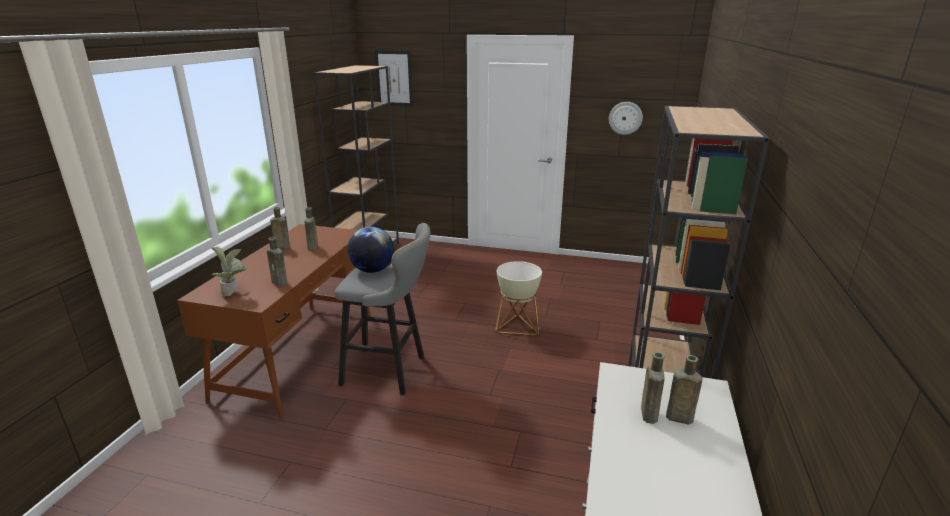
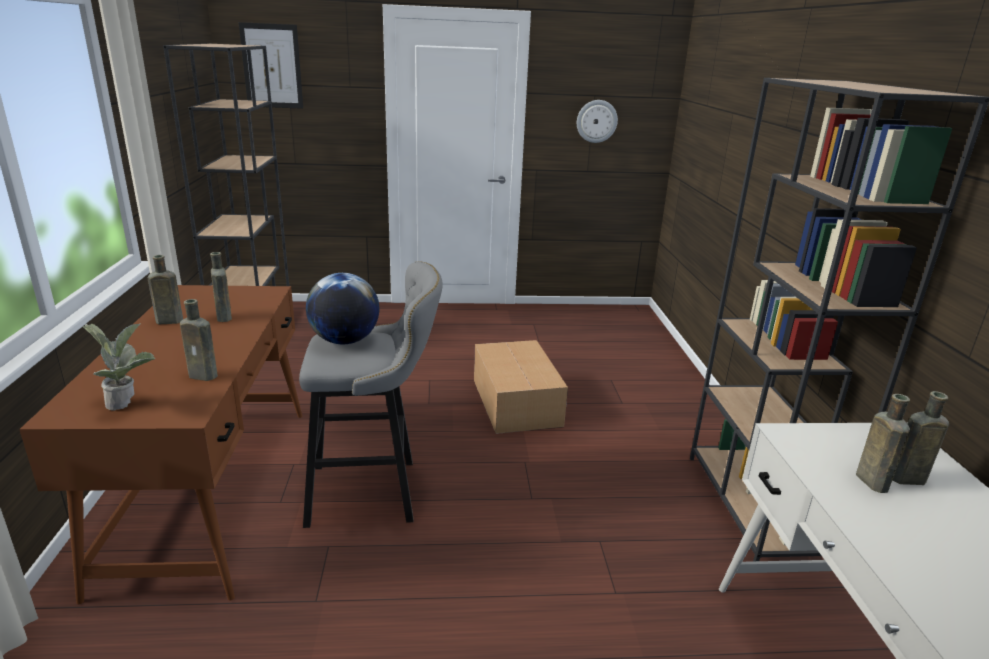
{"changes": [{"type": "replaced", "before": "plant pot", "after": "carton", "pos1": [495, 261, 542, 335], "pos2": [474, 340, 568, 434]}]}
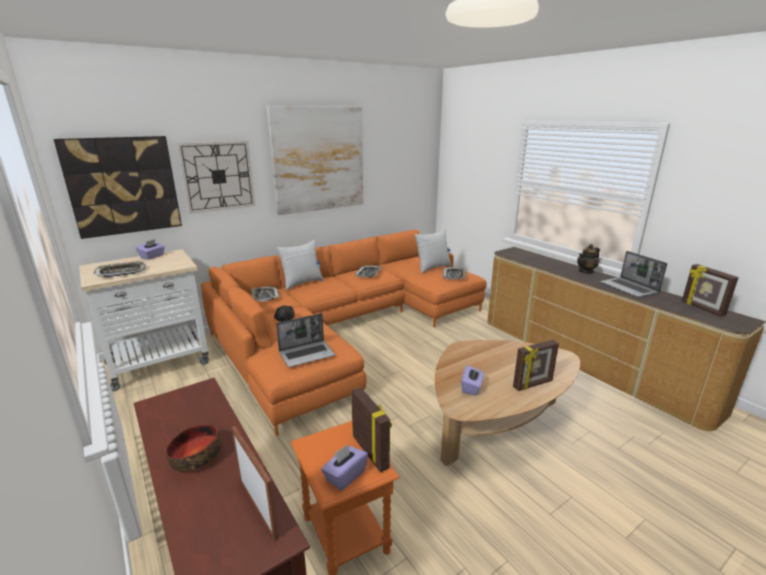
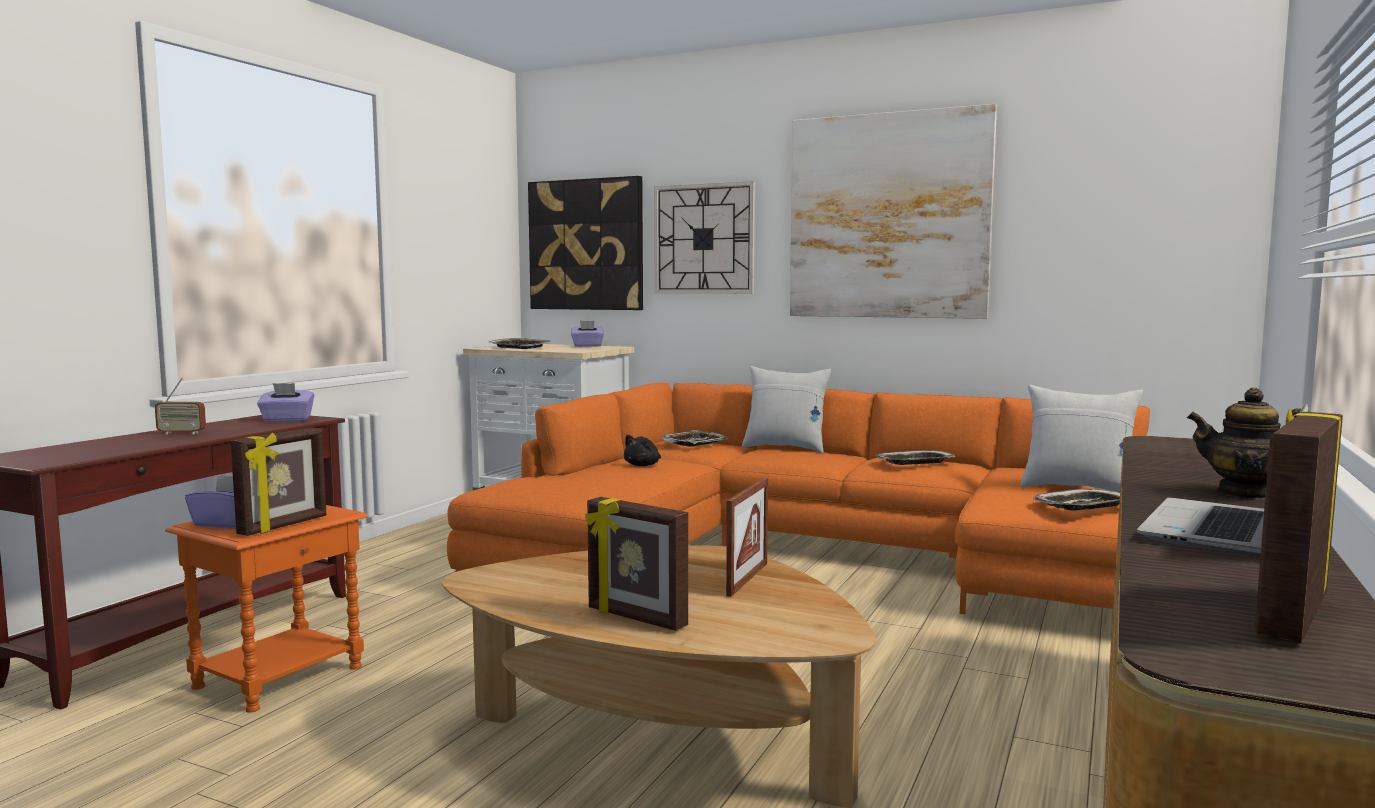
{"changes": [{"type": "removed", "before": "notebook computer", "pos1": [276, 313, 335, 367]}, {"type": "moved", "before": "purple tissue box", "pos1": [461, 365, 484, 395], "pos2": [257, 383, 314, 422]}, {"type": "replaced", "before": "serving bowl", "after": "radio receiver", "pos1": [166, 424, 222, 472], "pos2": [155, 378, 206, 435]}, {"type": "moved", "before": "photo frame", "pos1": [231, 426, 279, 541], "pos2": [726, 478, 768, 597]}]}
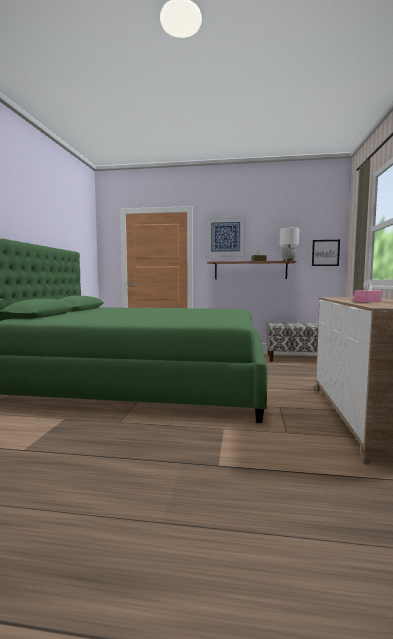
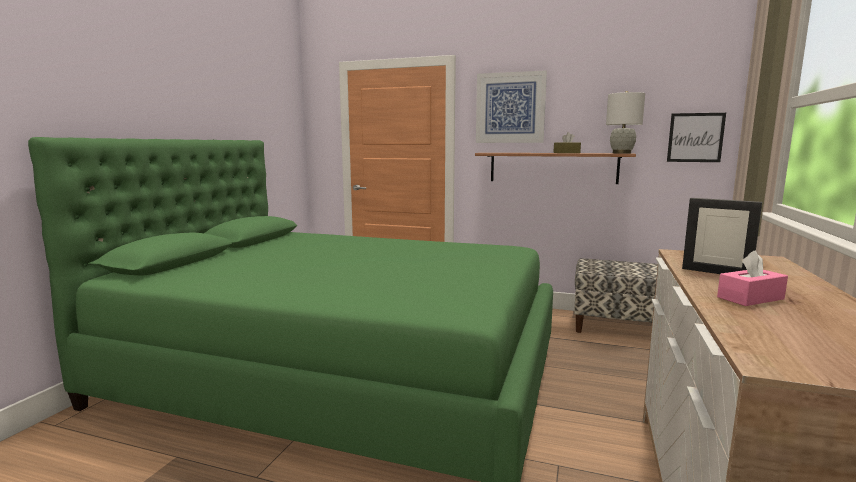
{"changes": [{"type": "added", "after": "photo frame", "pos2": [682, 198, 762, 274]}]}
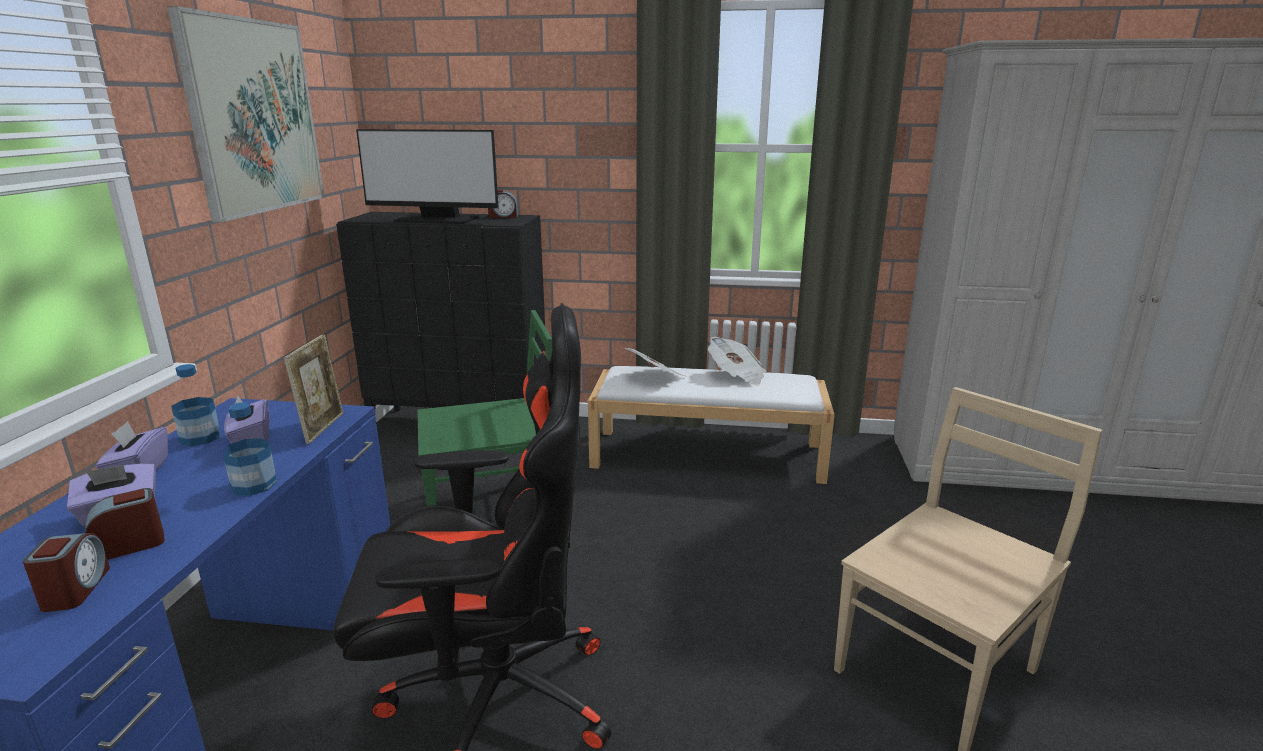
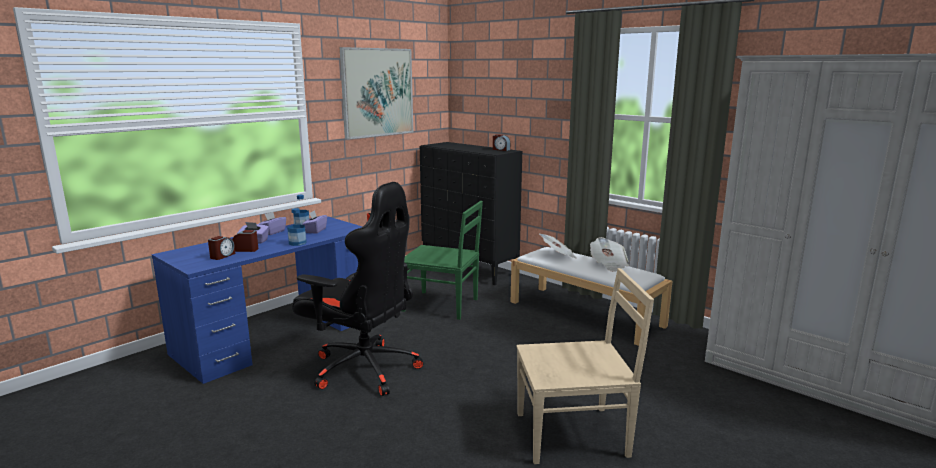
{"changes": [{"type": "removed", "before": "monitor", "pos1": [356, 129, 499, 224]}, {"type": "removed", "before": "photo frame", "pos1": [284, 334, 343, 444]}]}
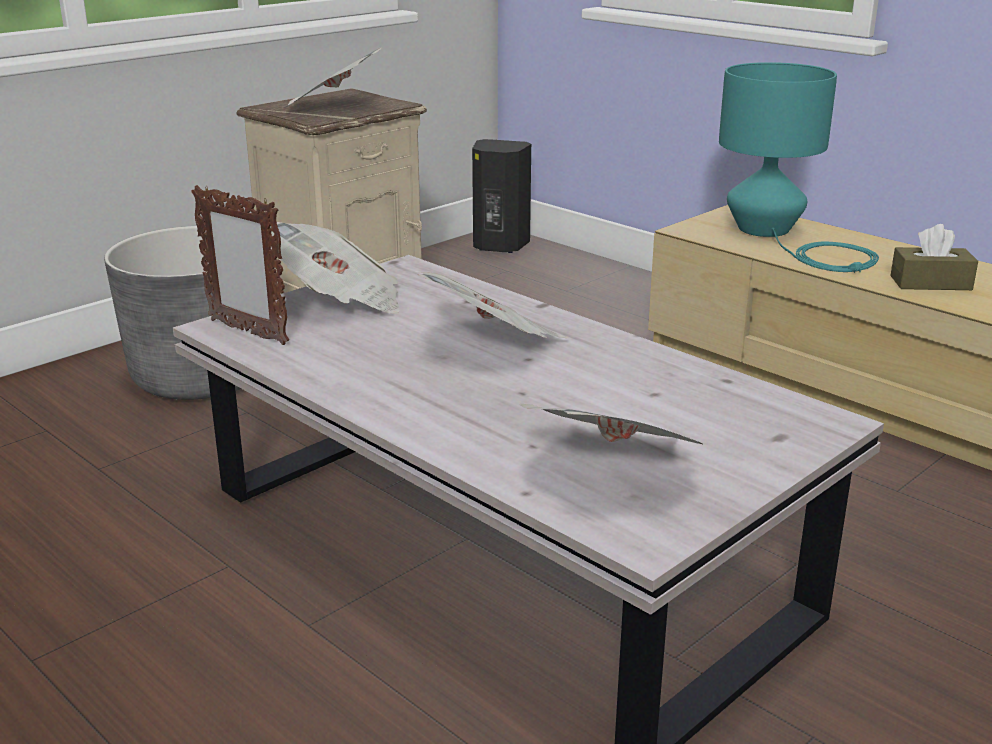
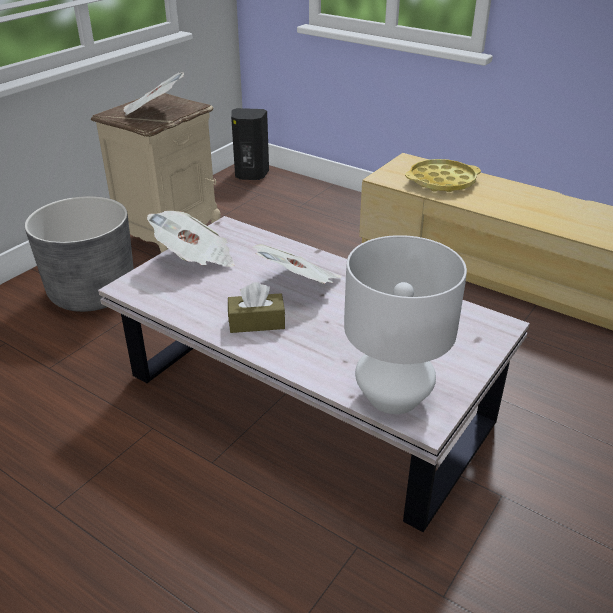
{"changes": [{"type": "replaced", "before": "turquoise tabletop lamp", "after": "yellow-coloured serving tray", "pos1": [719, 62, 879, 273], "pos2": [405, 159, 481, 192]}, {"type": "removed", "before": "photo frame", "pos1": [191, 185, 289, 345]}, {"type": "moved", "before": "brownish tissue box", "pos1": [890, 224, 978, 290], "pos2": [228, 282, 285, 333]}, {"type": "replaced", "before": "newspaper", "after": "white tabletop lamp", "pos1": [520, 404, 702, 444], "pos2": [344, 235, 467, 414]}]}
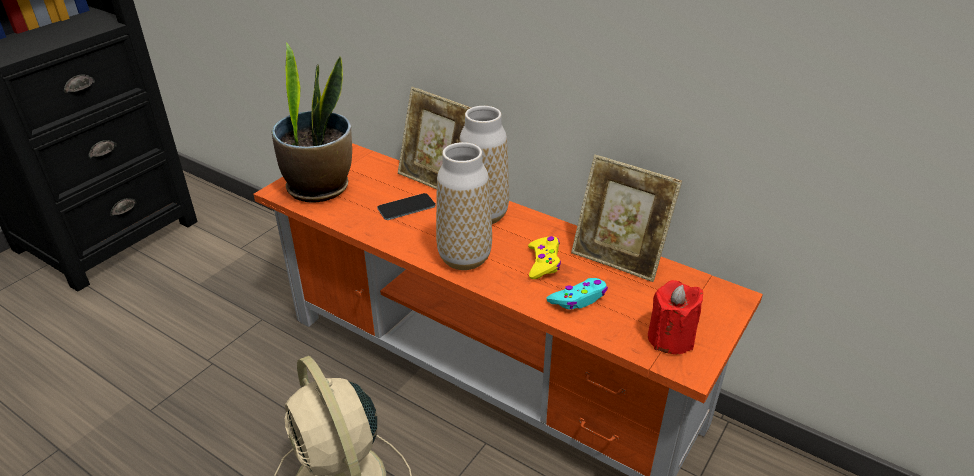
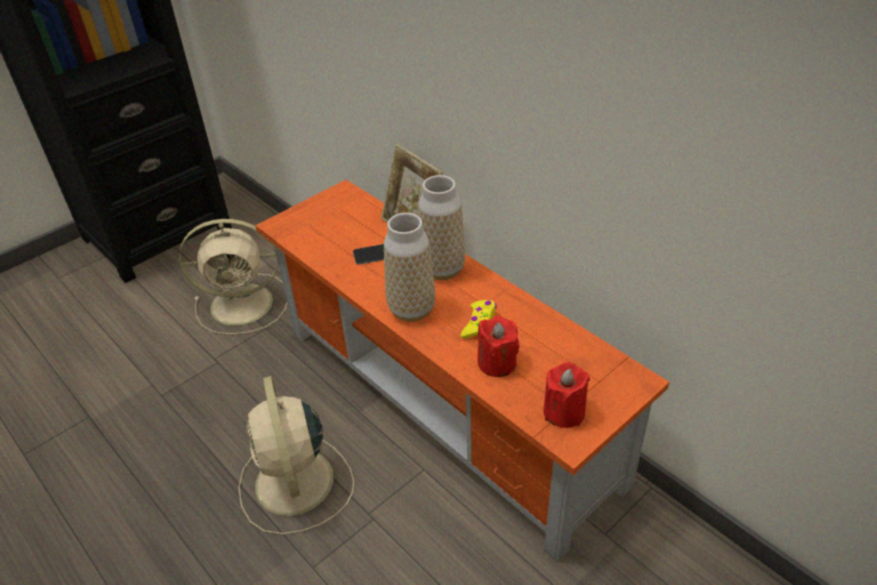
{"changes": [{"type": "removed", "before": "plant in a pot", "pos1": [272, 42, 352, 203]}, {"type": "removed", "before": "photo frame", "pos1": [571, 155, 682, 282]}, {"type": "replaced", "before": "turquoise gamepad", "after": "red wax candle", "pos1": [546, 278, 608, 310], "pos2": [478, 316, 519, 377]}, {"type": "added", "after": "sand-coloured cooling fan", "pos2": [179, 219, 287, 335]}]}
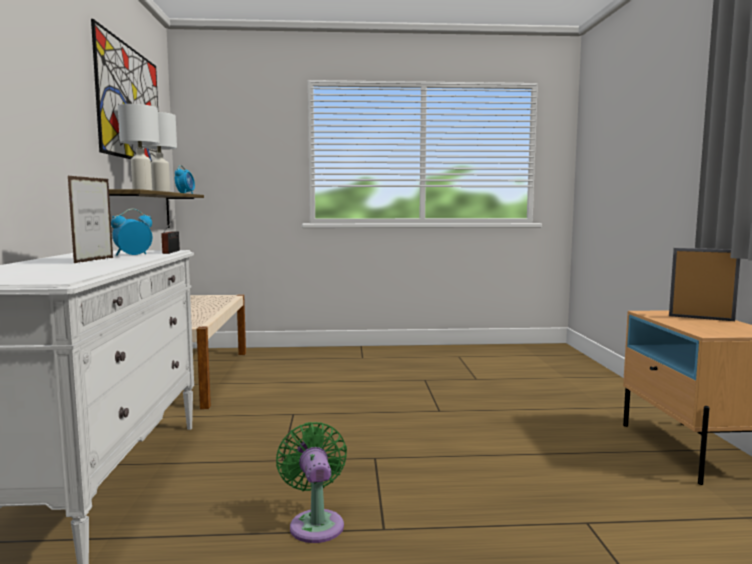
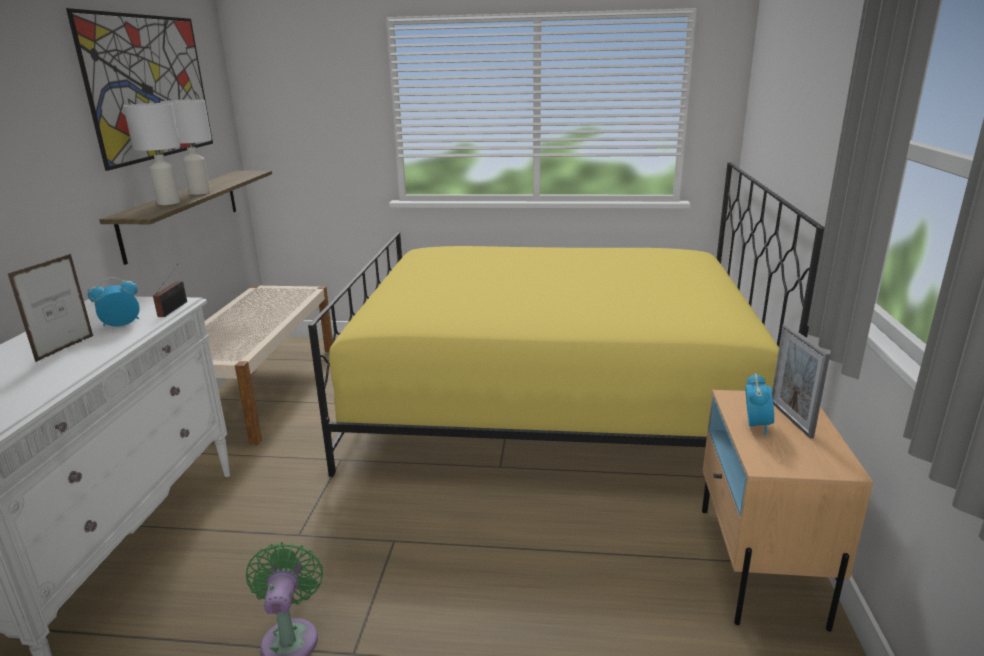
{"changes": [{"type": "moved", "before": "bedside clock", "pos1": [175, 165, 195, 194], "pos2": [745, 373, 774, 435]}, {"type": "turned", "before": "photo frame", "pos1": [669, 248, 740, 321], "pos2": [772, 324, 830, 439], "turn": -135}, {"type": "added", "after": "yellow-coloured sleeping bed", "pos2": [308, 162, 825, 477]}]}
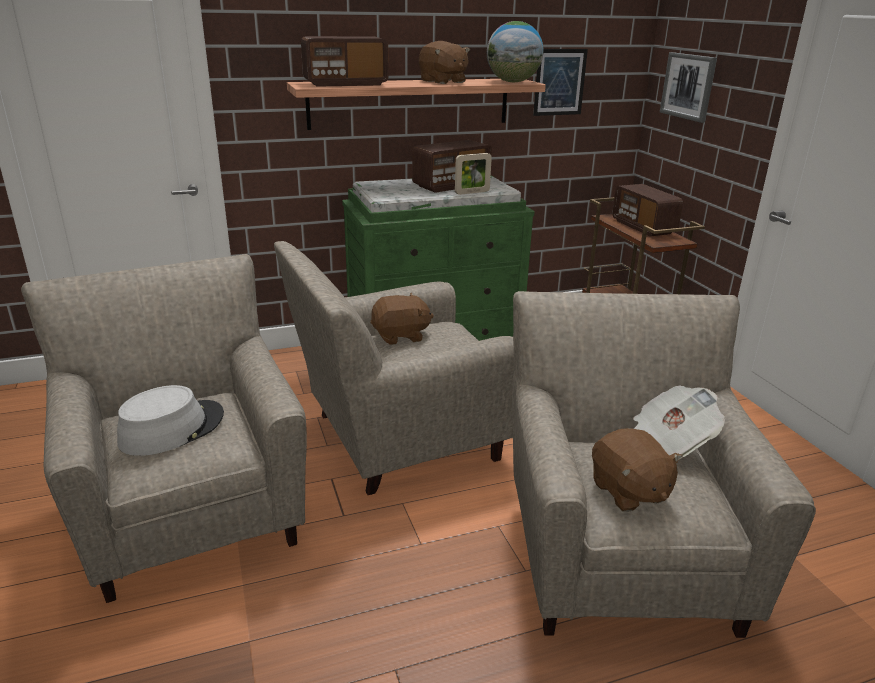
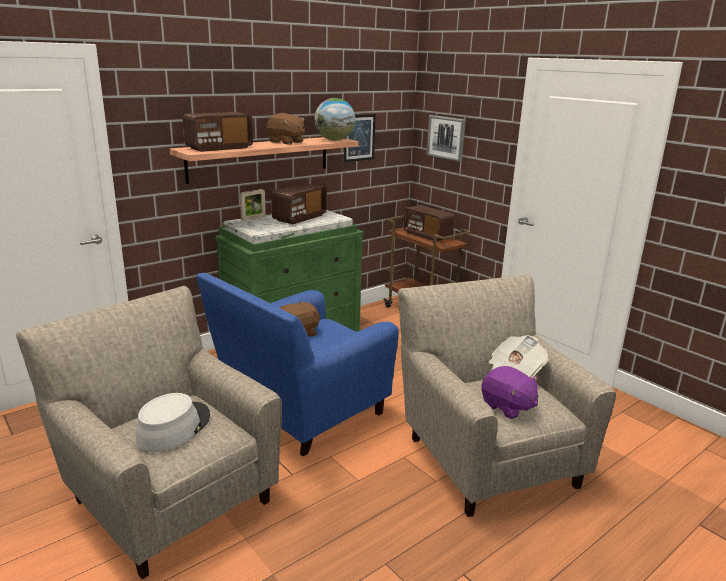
{"changes": [{"type": "moved", "before": "photo frame", "pos1": [455, 153, 492, 195], "pos2": [240, 189, 266, 221]}, {"type": "recoloured", "before": "sand-coloured armchair", "after": "blue-coloured armchair", "pos1": [274, 241, 514, 495], "pos2": [196, 273, 399, 456]}, {"type": "recoloured", "before": "brownish soft toy", "after": "purple soft toy", "pos1": [592, 428, 683, 512], "pos2": [481, 366, 538, 419]}]}
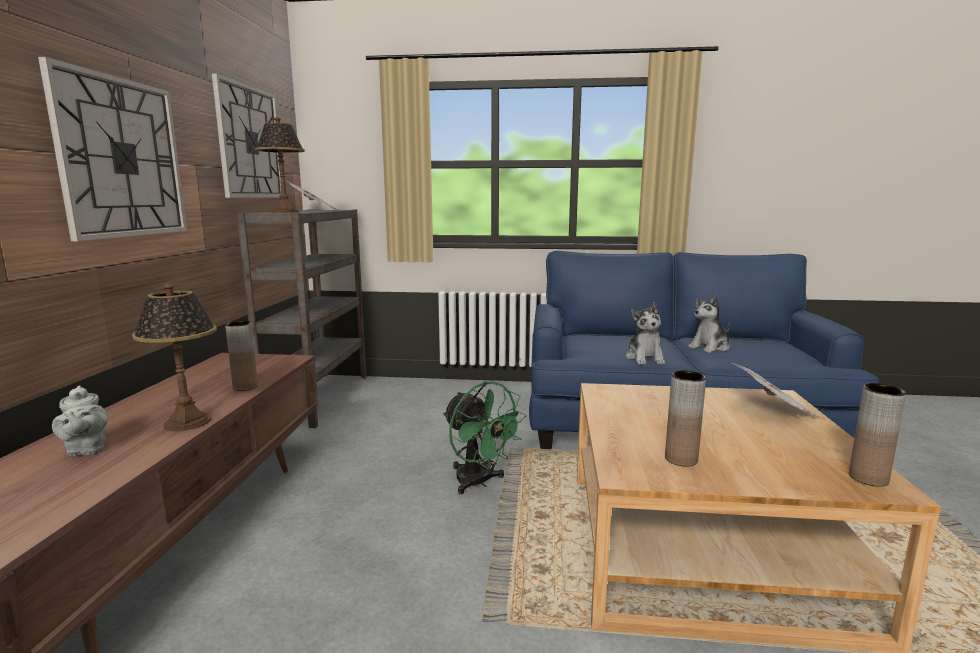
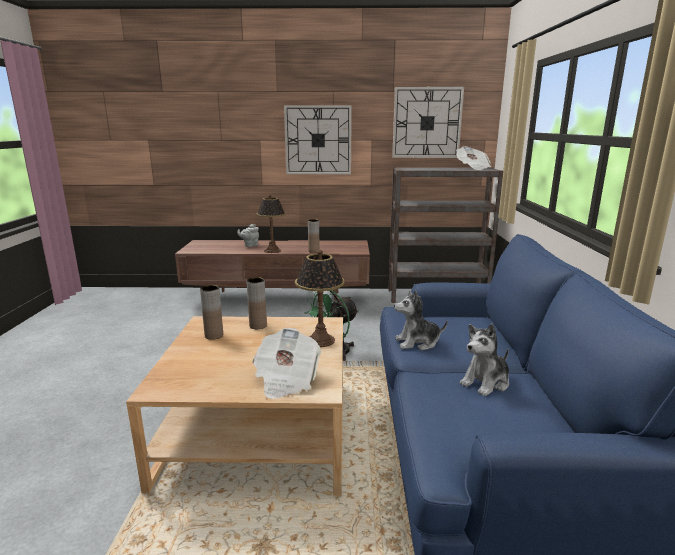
{"changes": [{"type": "moved", "before": "tabletop lamp", "pos1": [255, 117, 305, 213], "pos2": [295, 250, 344, 347]}, {"type": "turned", "before": "soft toy", "pos1": [688, 294, 730, 353], "pos2": [460, 324, 509, 396], "turn": -90}, {"type": "moved", "before": "brownish vase", "pos1": [849, 383, 906, 487], "pos2": [246, 277, 267, 329]}]}
